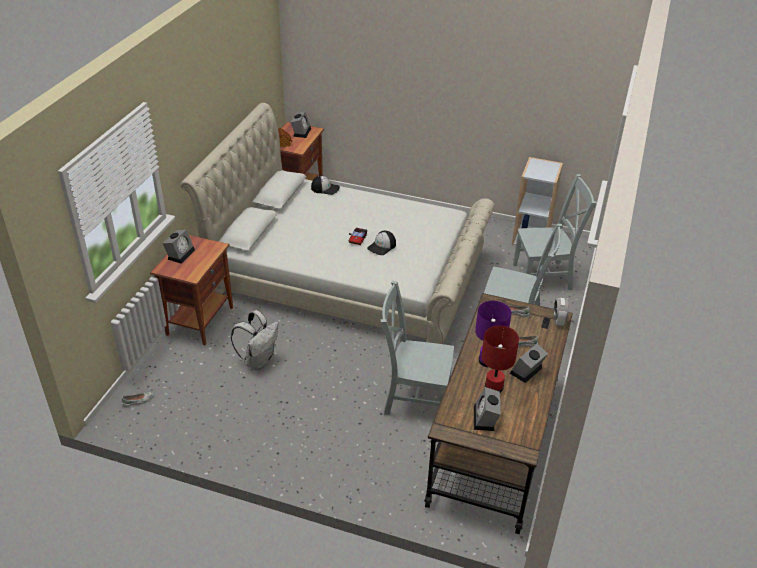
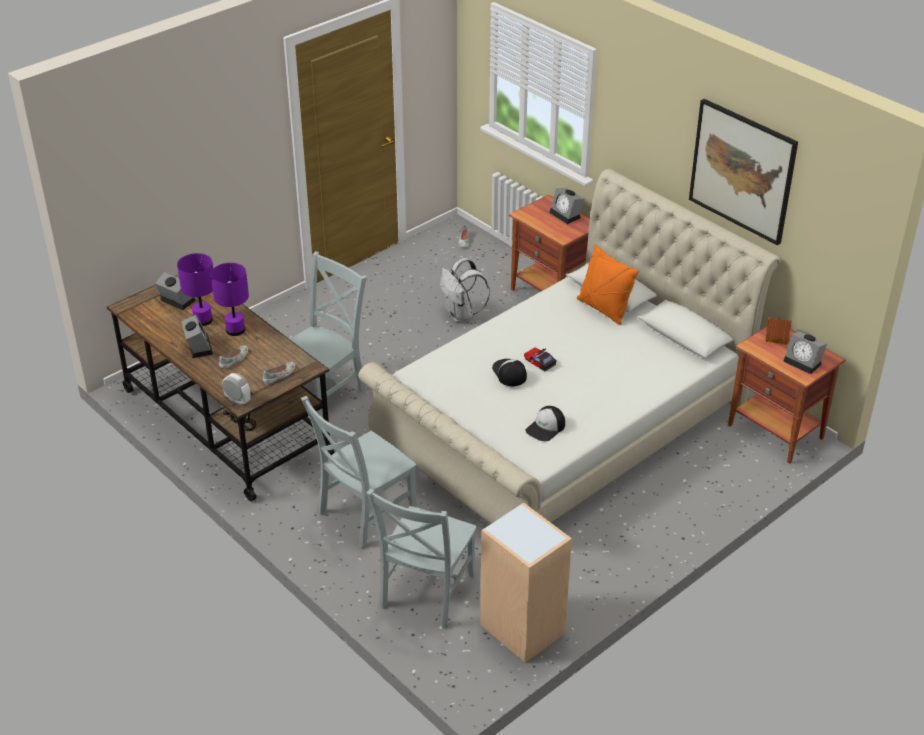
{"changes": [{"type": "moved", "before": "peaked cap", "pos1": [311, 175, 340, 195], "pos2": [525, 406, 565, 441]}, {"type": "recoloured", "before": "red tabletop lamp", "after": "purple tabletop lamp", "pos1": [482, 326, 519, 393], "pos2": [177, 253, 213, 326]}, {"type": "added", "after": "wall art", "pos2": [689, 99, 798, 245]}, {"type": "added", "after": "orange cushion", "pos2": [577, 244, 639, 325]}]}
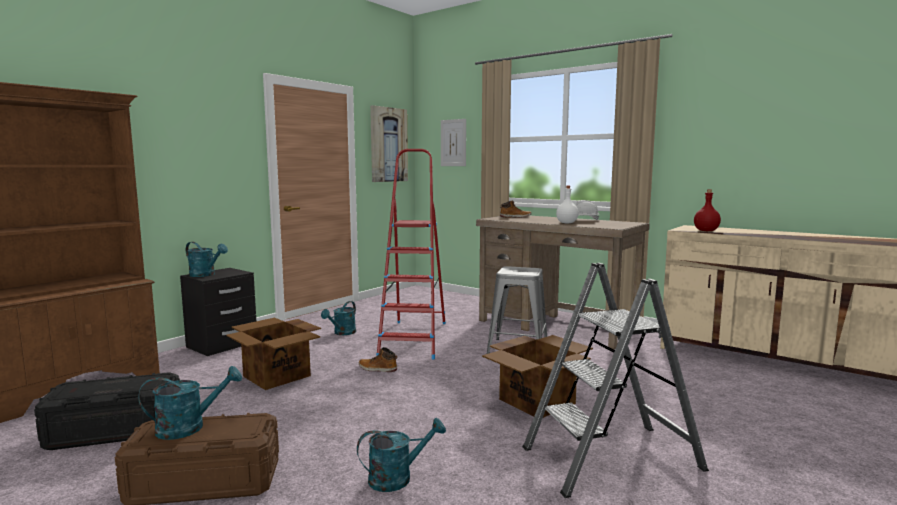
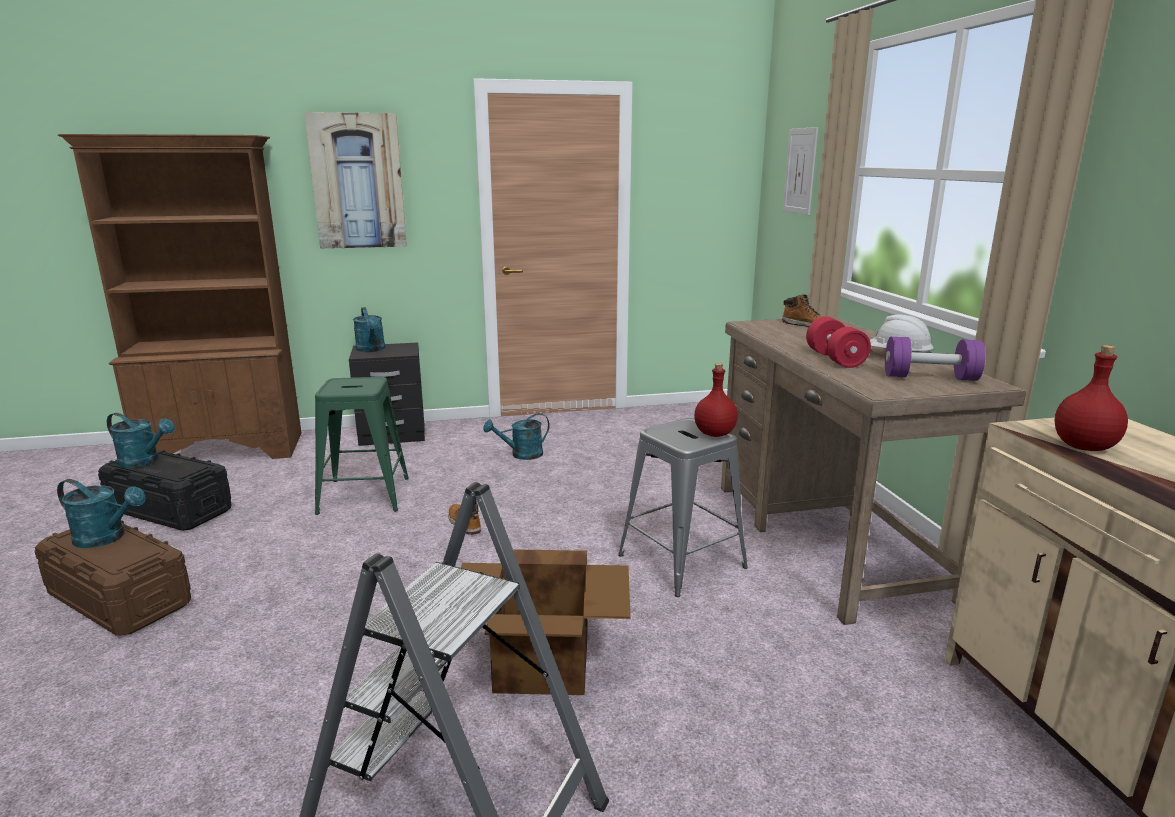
{"changes": [{"type": "moved", "before": "wall art", "pos1": [370, 105, 408, 182], "pos2": [304, 112, 407, 249]}, {"type": "removed", "before": "red stepladder", "pos1": [376, 149, 446, 359]}, {"type": "replaced", "before": "white drink bottle", "after": "red free weight", "pos1": [556, 186, 579, 223], "pos2": [806, 317, 871, 368]}, {"type": "replaced", "before": "carton", "after": "greenish stool", "pos1": [226, 318, 321, 390], "pos2": [315, 377, 409, 515]}, {"type": "moved", "before": "turquoise watering pot", "pos1": [357, 418, 446, 492], "pos2": [107, 413, 175, 468]}, {"type": "added", "after": "purple free weight", "pos2": [885, 337, 985, 381]}, {"type": "added", "after": "red drink bottle", "pos2": [694, 363, 738, 437]}]}
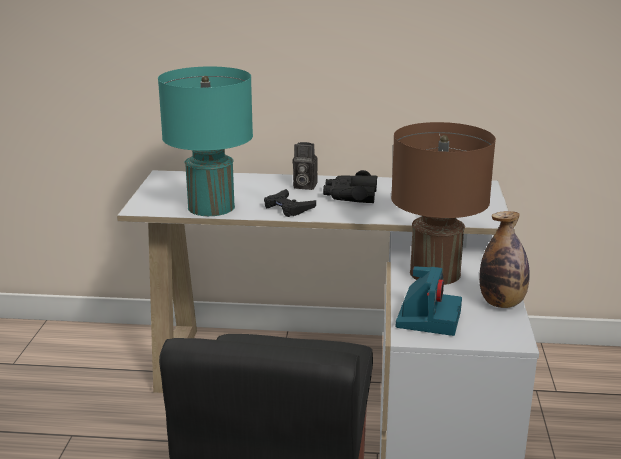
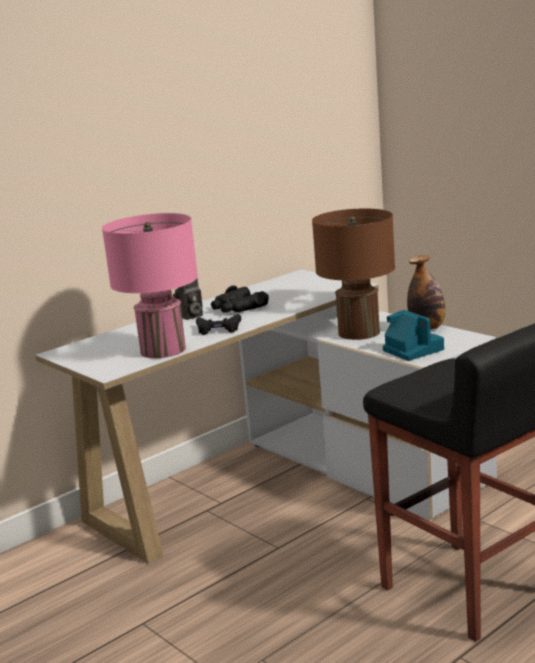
{"changes": [{"type": "recoloured", "before": "turquoise tabletop lamp", "after": "pink tabletop lamp", "pos1": [158, 67, 253, 216], "pos2": [102, 213, 198, 358]}]}
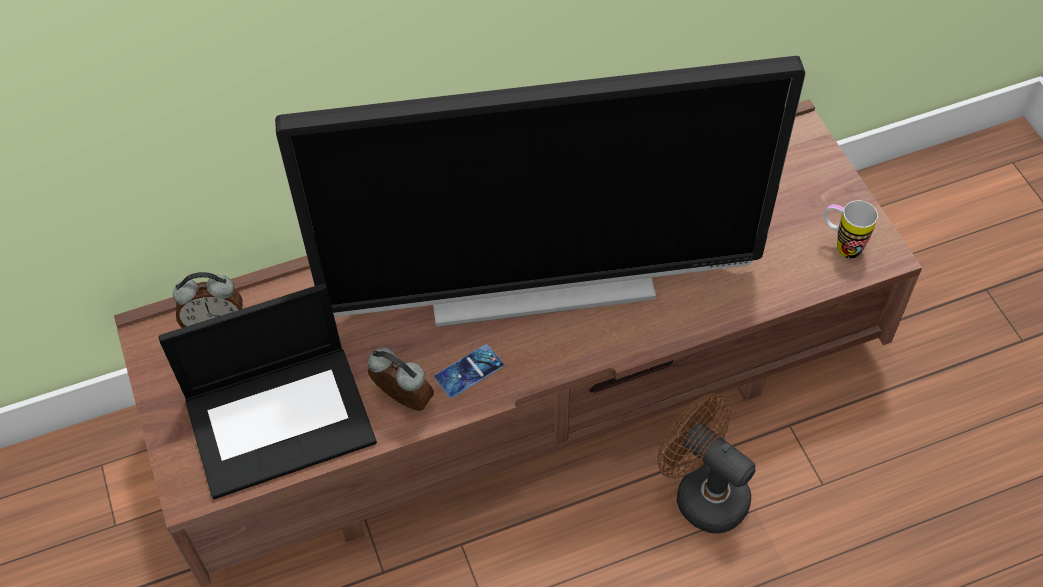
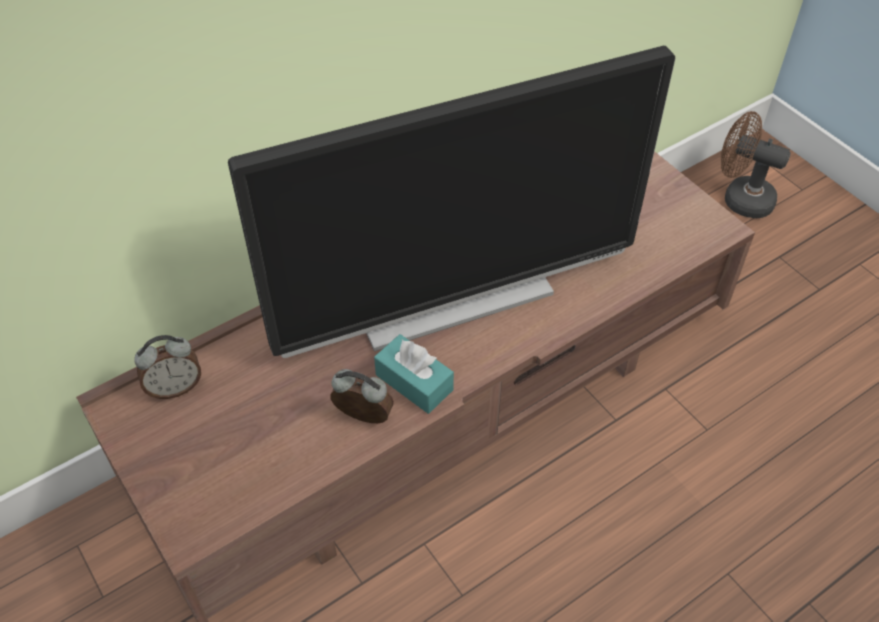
{"changes": [{"type": "removed", "before": "mug", "pos1": [824, 200, 878, 258]}, {"type": "removed", "before": "notebook computer", "pos1": [158, 283, 377, 499]}, {"type": "replaced", "before": "telephone", "after": "turquoise tissue box", "pos1": [434, 344, 504, 398], "pos2": [374, 334, 454, 414]}, {"type": "moved", "before": "brownish cooling fan", "pos1": [658, 393, 756, 534], "pos2": [721, 111, 791, 218]}]}
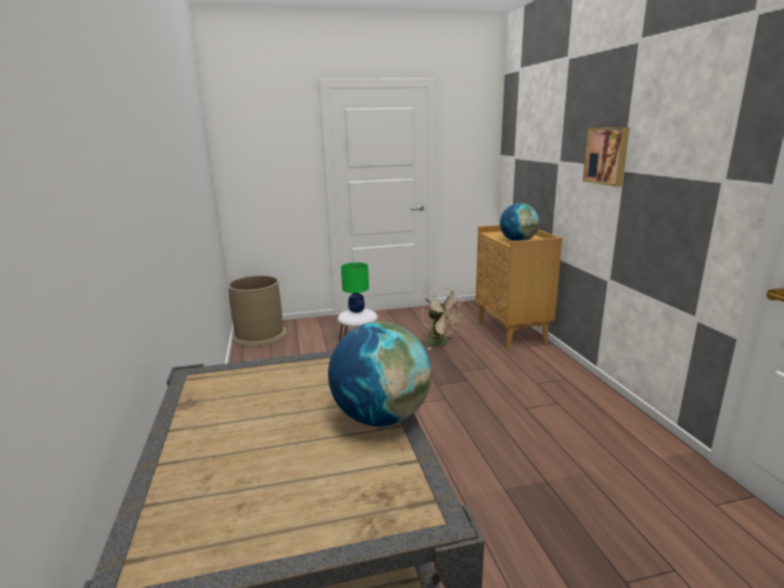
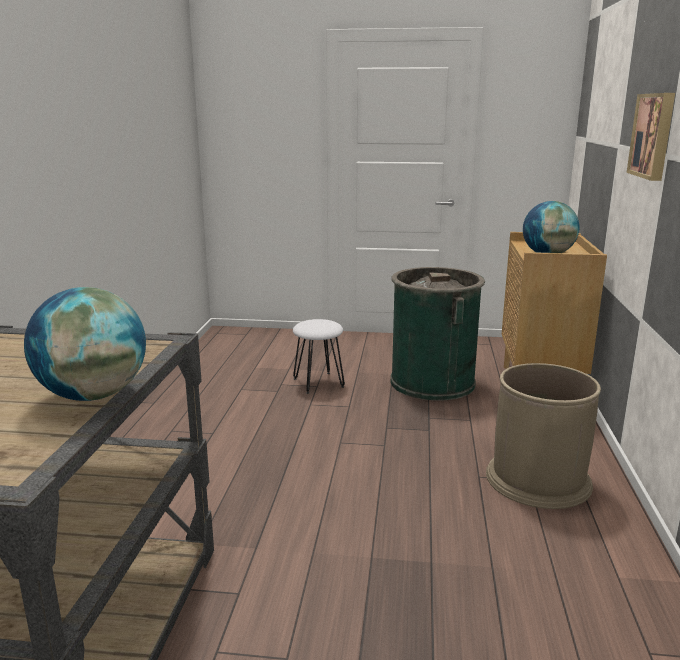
{"changes": [{"type": "removed", "before": "greenish tabletop lamp", "pos1": [341, 263, 369, 313]}, {"type": "moved", "before": "brownish trash can", "pos1": [227, 275, 287, 347], "pos2": [486, 363, 601, 509]}, {"type": "replaced", "before": "sand-coloured cooling fan", "after": "greenish trash can", "pos1": [422, 287, 465, 350], "pos2": [391, 267, 485, 401]}]}
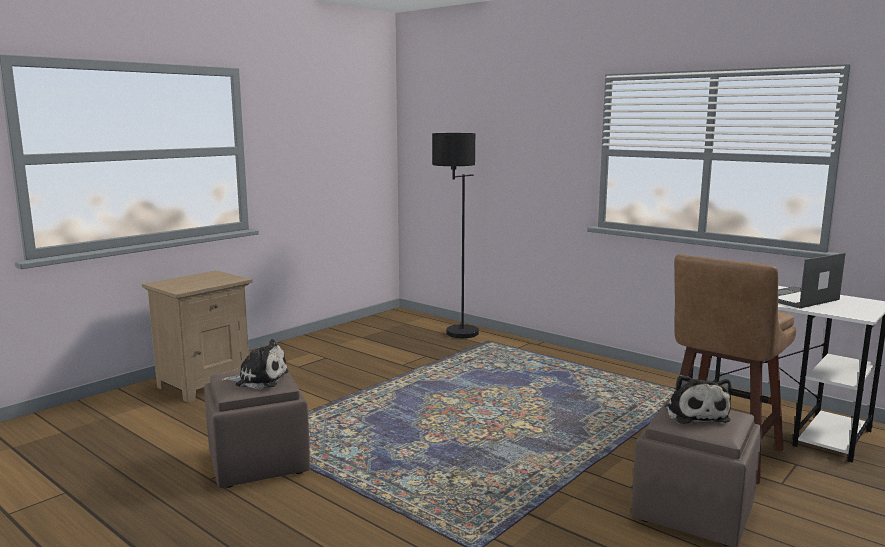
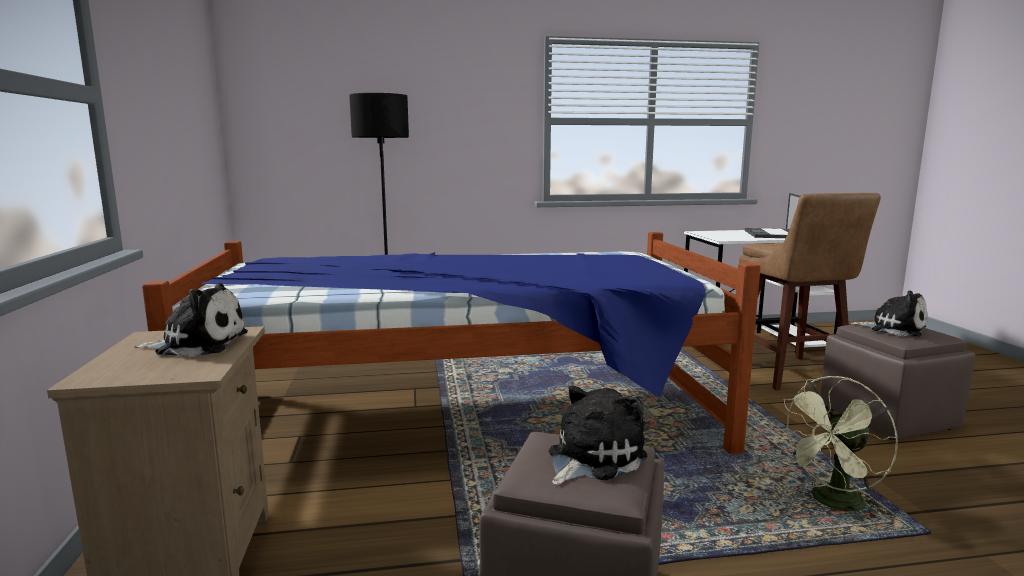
{"changes": [{"type": "added", "after": "sleeping bed", "pos2": [142, 232, 761, 454]}, {"type": "added", "after": "soft toy", "pos2": [135, 283, 248, 357]}, {"type": "added", "after": "greenish cooling fan", "pos2": [776, 376, 898, 520]}]}
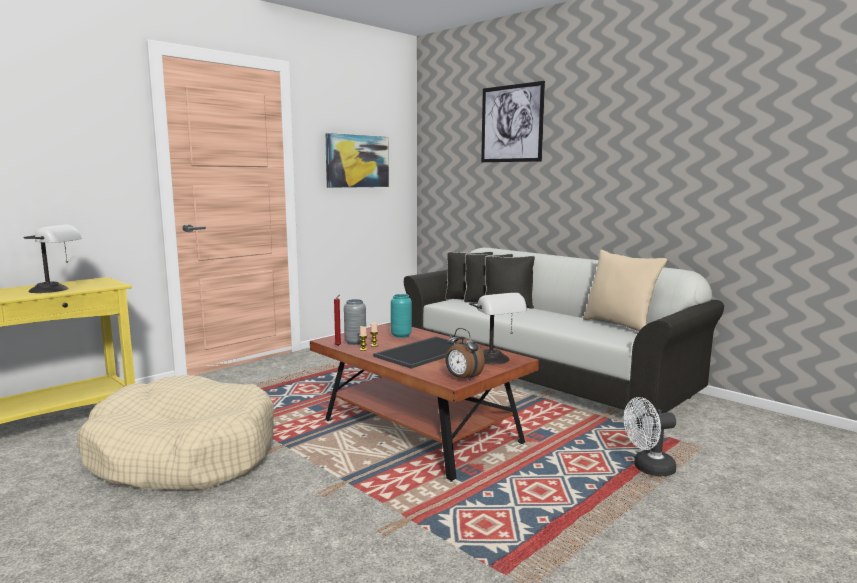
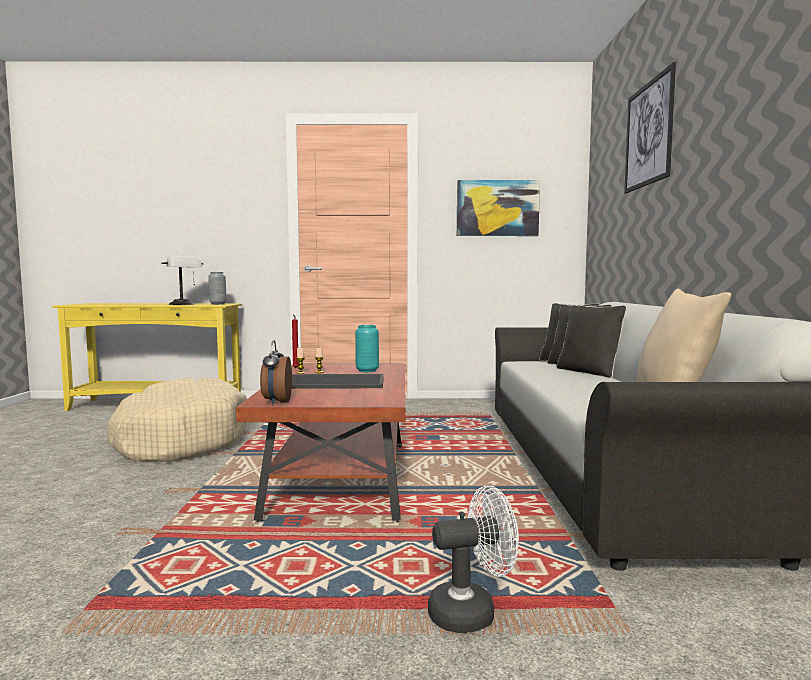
{"changes": [{"type": "removed", "before": "tabletop lamp", "pos1": [469, 293, 527, 364]}, {"type": "moved", "before": "greyish vase", "pos1": [344, 299, 366, 345], "pos2": [208, 272, 226, 305]}, {"type": "turned", "before": "white cooling fan", "pos1": [624, 397, 676, 476], "pos2": [428, 485, 519, 633], "turn": 135}]}
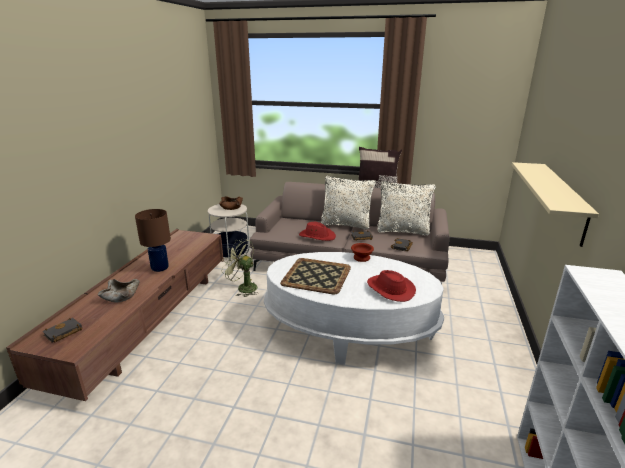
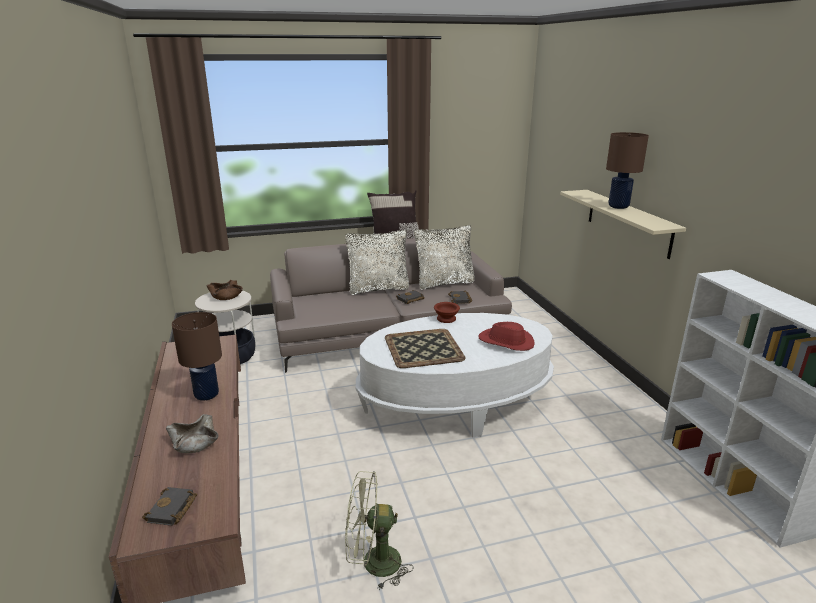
{"changes": [{"type": "removed", "before": "red hat", "pos1": [299, 222, 336, 241]}, {"type": "moved", "before": "greenish cooling fan", "pos1": [221, 238, 258, 297], "pos2": [345, 471, 413, 590]}, {"type": "added", "after": "brownish tabletop lamp", "pos2": [606, 132, 649, 209]}]}
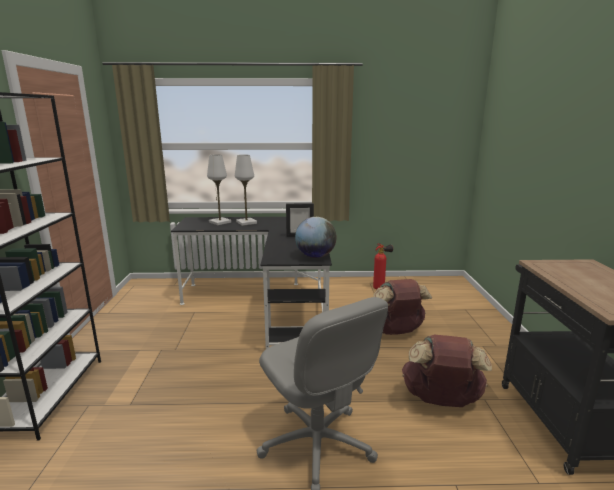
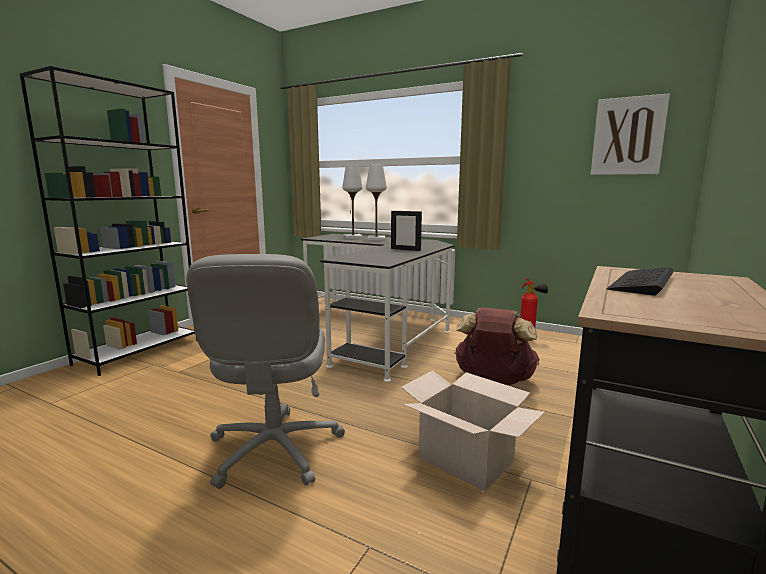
{"changes": [{"type": "removed", "before": "globe", "pos1": [295, 217, 337, 258]}, {"type": "replaced", "before": "brownish rucksack", "after": "carton", "pos1": [402, 335, 492, 407], "pos2": [401, 370, 545, 491]}, {"type": "added", "after": "wall art", "pos2": [591, 93, 670, 175]}, {"type": "added", "after": "PC keyboard", "pos2": [607, 267, 674, 296]}]}
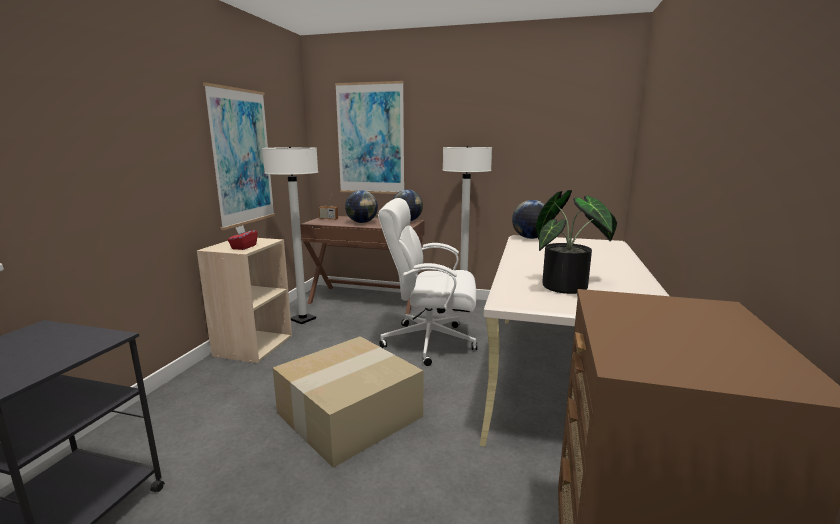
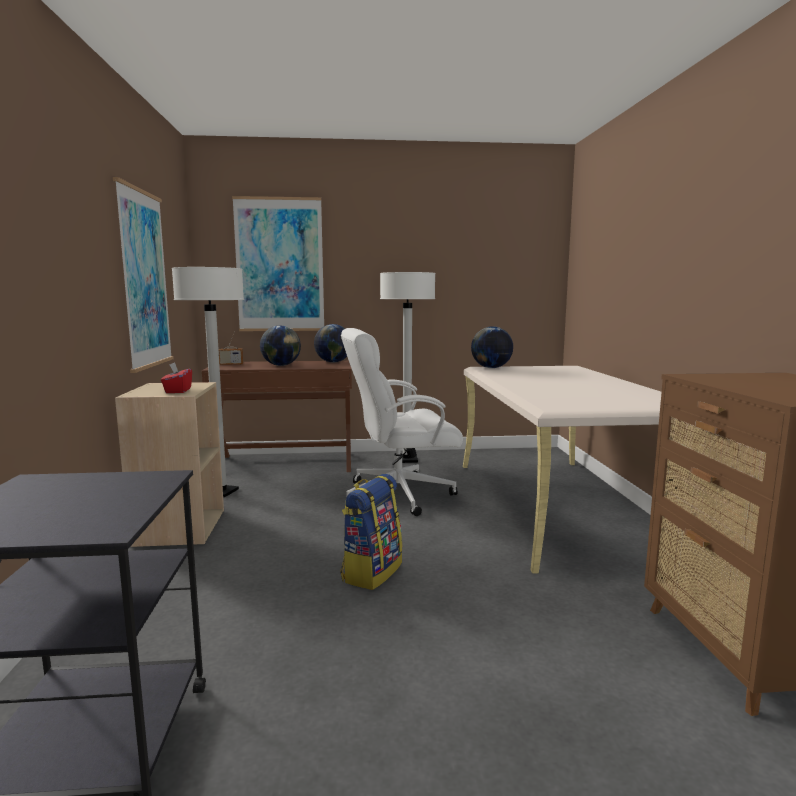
{"changes": [{"type": "removed", "before": "plant in a pot", "pos1": [536, 190, 617, 294]}, {"type": "replaced", "before": "carton", "after": "rucksack", "pos1": [273, 336, 423, 468], "pos2": [340, 474, 403, 590]}]}
